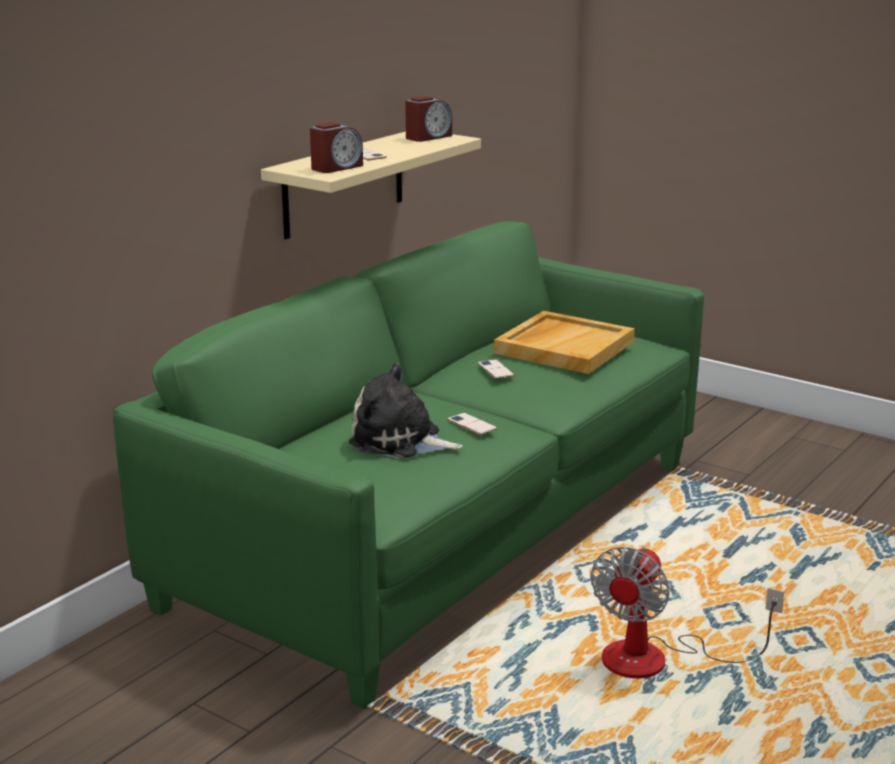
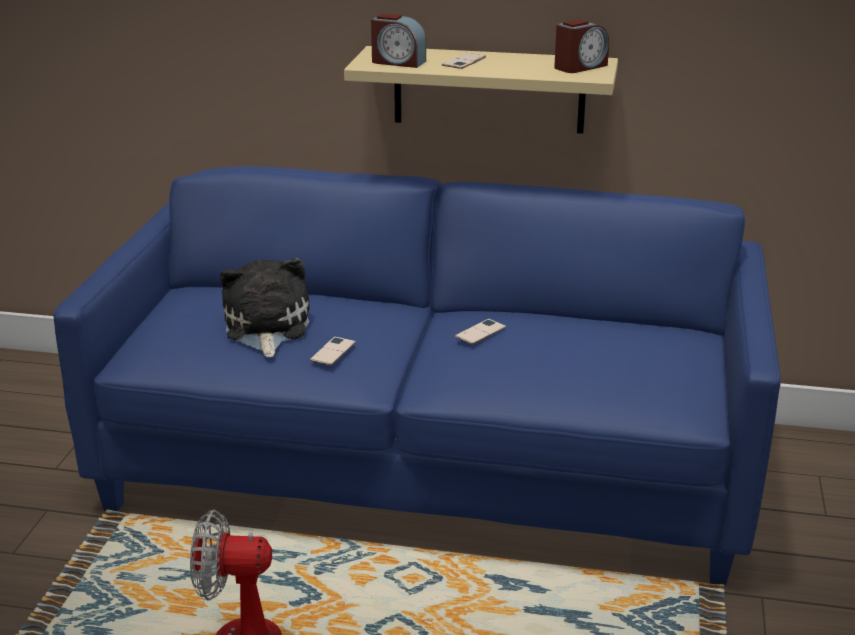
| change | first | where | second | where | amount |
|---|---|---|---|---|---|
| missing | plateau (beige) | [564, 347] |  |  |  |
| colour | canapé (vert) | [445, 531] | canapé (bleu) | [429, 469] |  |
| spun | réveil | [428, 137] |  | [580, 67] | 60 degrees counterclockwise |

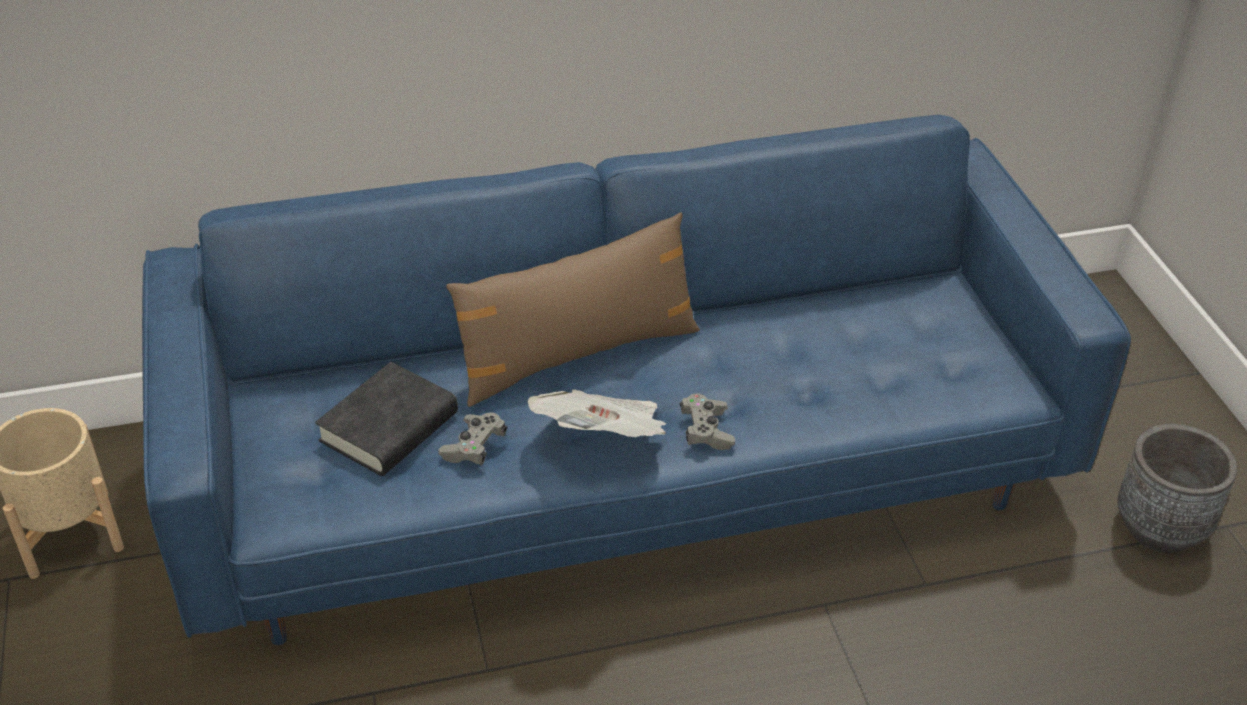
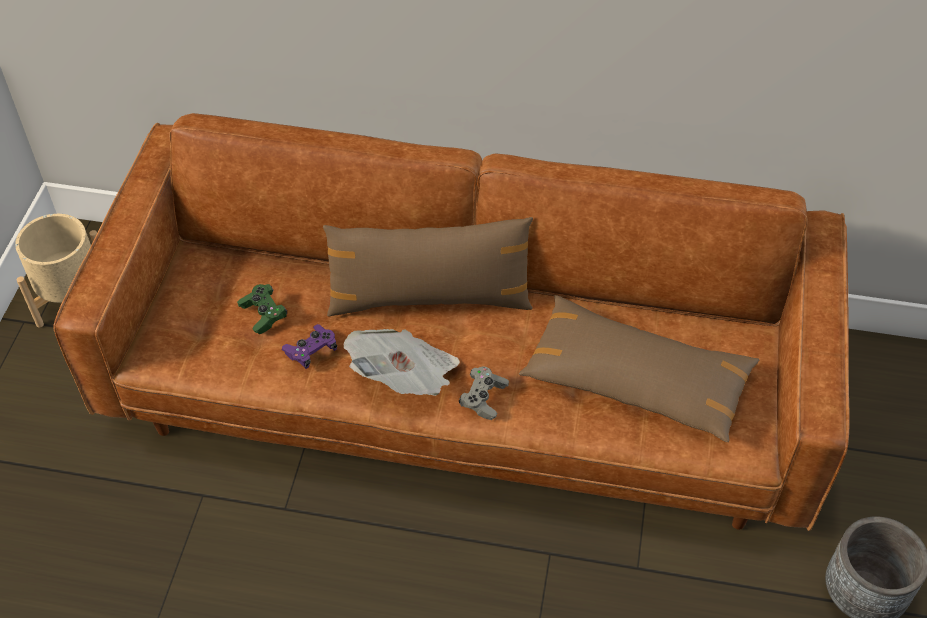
| change | first | where | second | where | amount |
|---|---|---|---|---|---|
| appeared |  |  | coussin (marron) | [636, 381] |  |
| exchanged | livre (noir) | [389, 428] | manette (vert) | [263, 314] |  |
| colour | canapé (bleu) | [622, 471] | canapé (marron) | [463, 388] |  |
| colour | manette (gris) | [474, 447] | manette (violet) | [311, 351] |  |

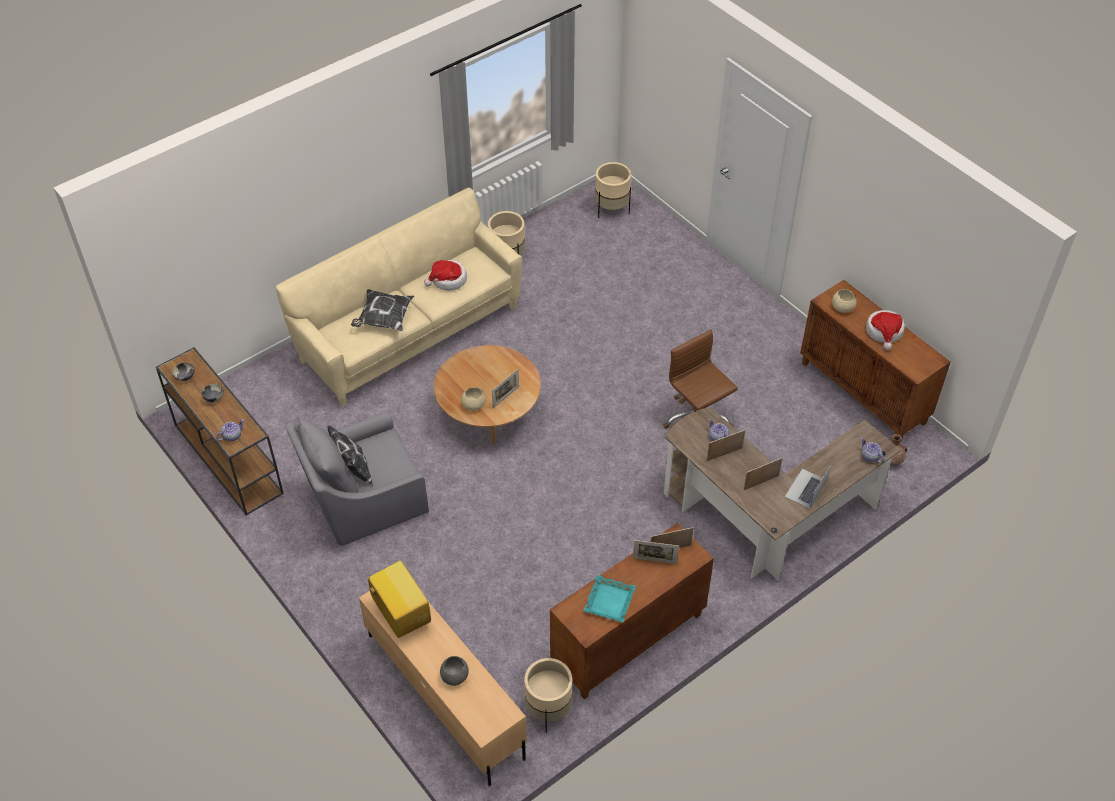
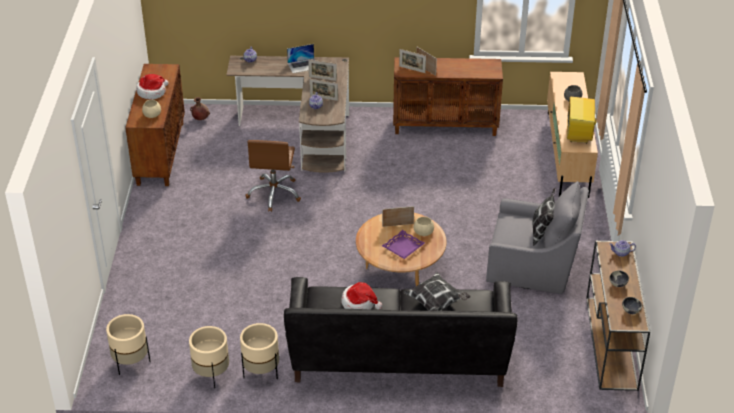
| change | first | where | second | where | amount |
|---|---|---|---|---|---|
| missing | plateau (turquoise) | [610, 601] |  |  |  |
| appeared |  |  | plateau (violet) | [403, 247] |  |
| relocated | cache-pot (beige) | [548, 710] |  | [211, 374] |  |
| colour | canapé (beige) | [409, 333] | canapé (noir) | [399, 357] |  |

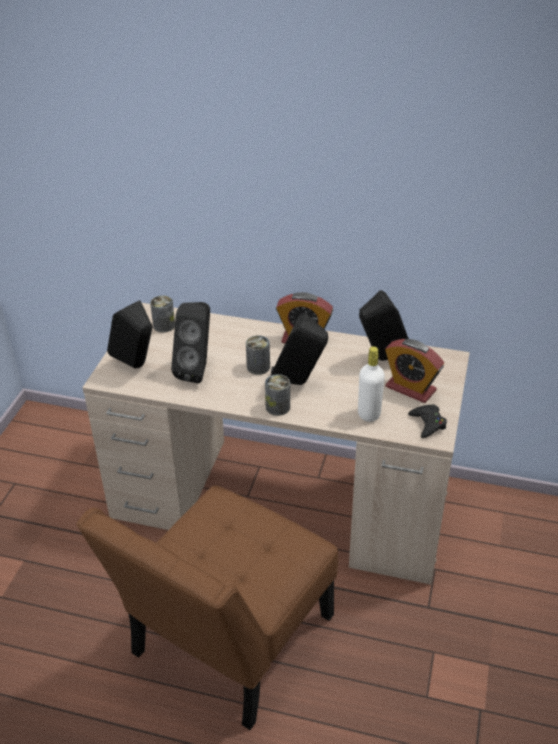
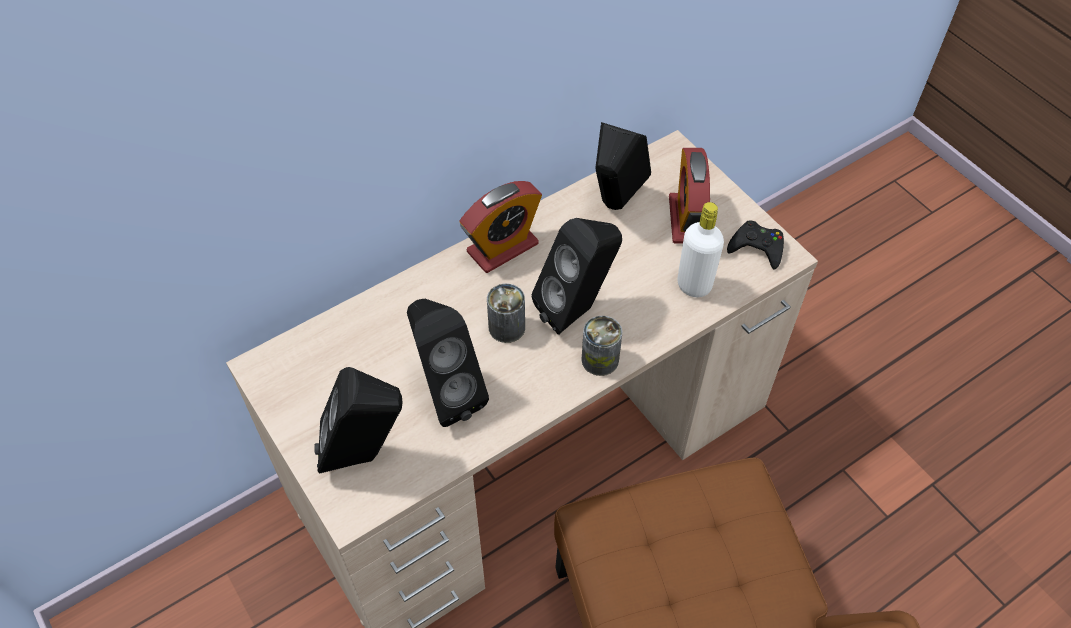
| change | first | where | second | where | amount |
|---|---|---|---|---|---|
| missing | boîte métallique | [164, 325] |  |  |  |
| spun | réveil | [410, 388] |  | [688, 220] | 105 degrees clockwise |

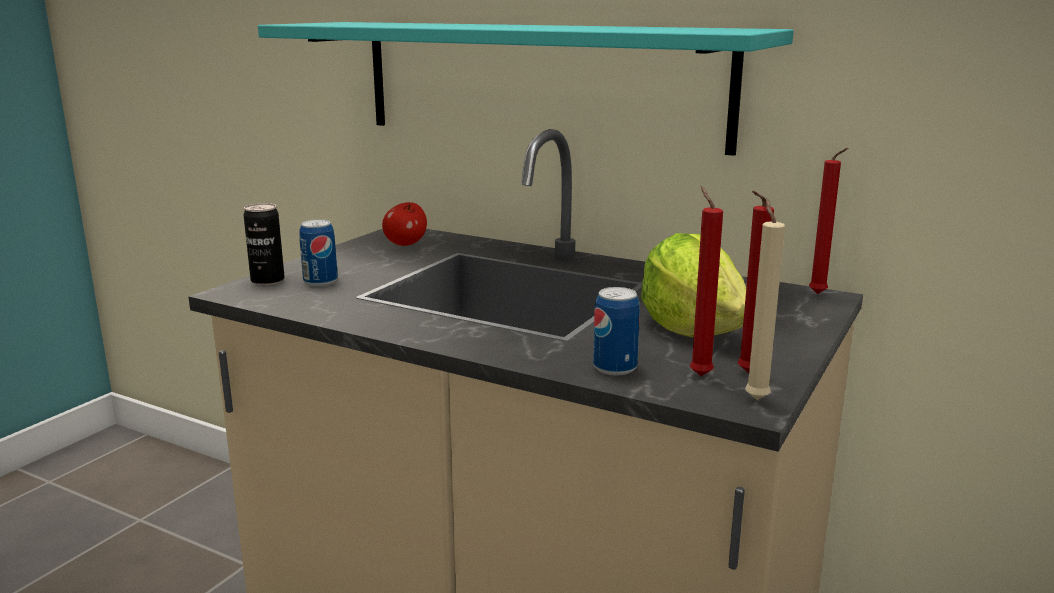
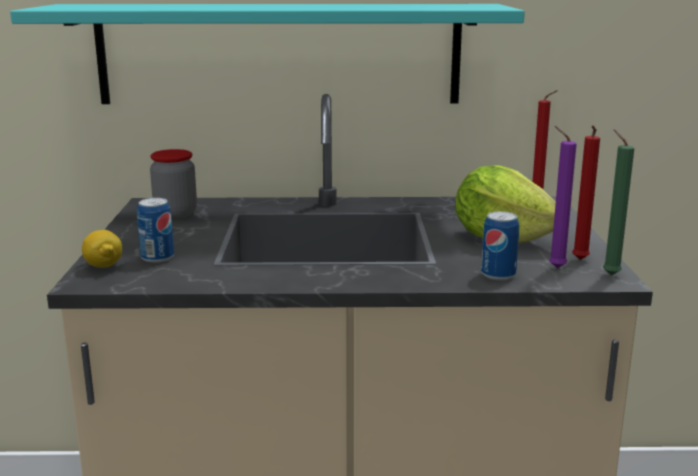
| change | first | where | second | where | amount |
|---|---|---|---|---|---|
| exchanged | boîte métallique | [267, 280] | citron | [103, 266] |  |
| exchanged | pomme | [405, 244] | bocal | [175, 213] |  |
| colour | bougie (rouge) | [698, 374] | bougie (violet) | [554, 267] |  |
| colour | bougie (beige) | [755, 398] | bougie (vert) | [608, 274] |  |

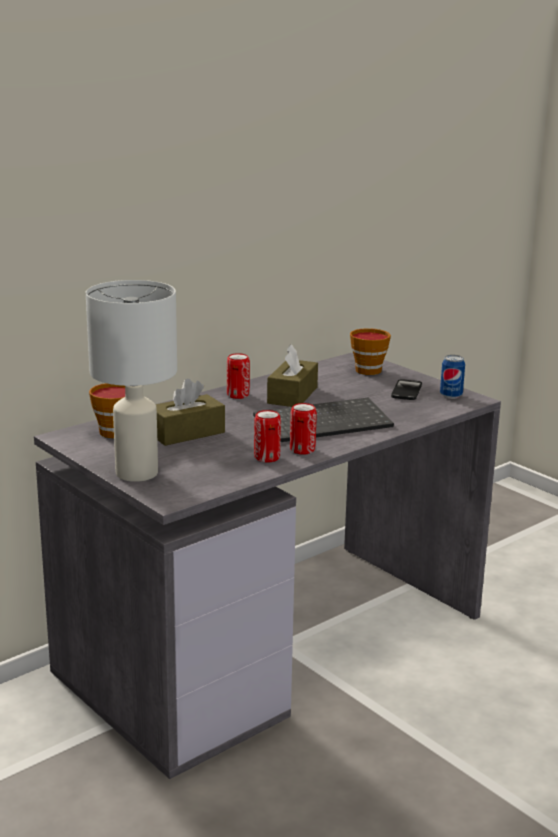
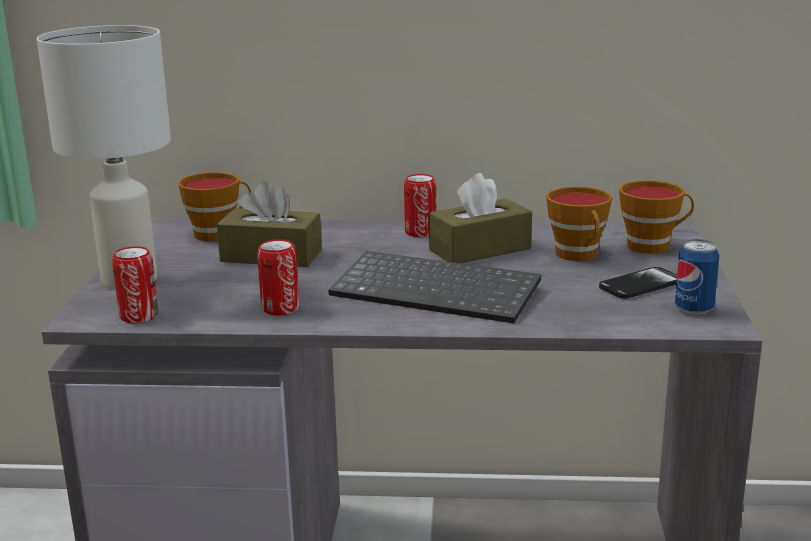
| change | first | where | second | where | amount |
|---|---|---|---|---|---|
| appeared |  |  | tasse | [579, 255] |  |
| relocated | boîte métallique | [302, 450] |  | [139, 316] |  |

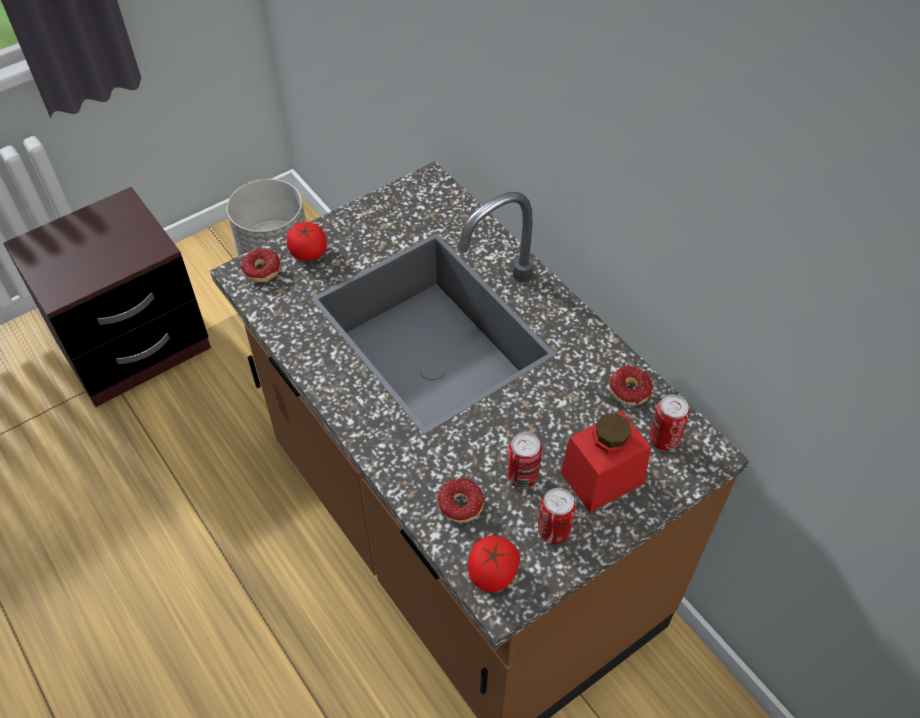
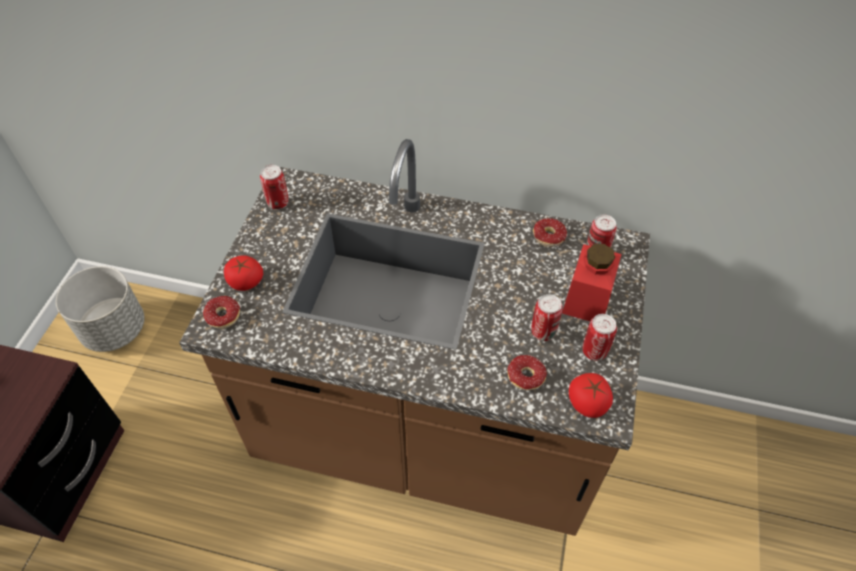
| change | first | where | second | where | amount |
|---|---|---|---|---|---|
| appeared |  |  | boîte métallique | [278, 202] |  |

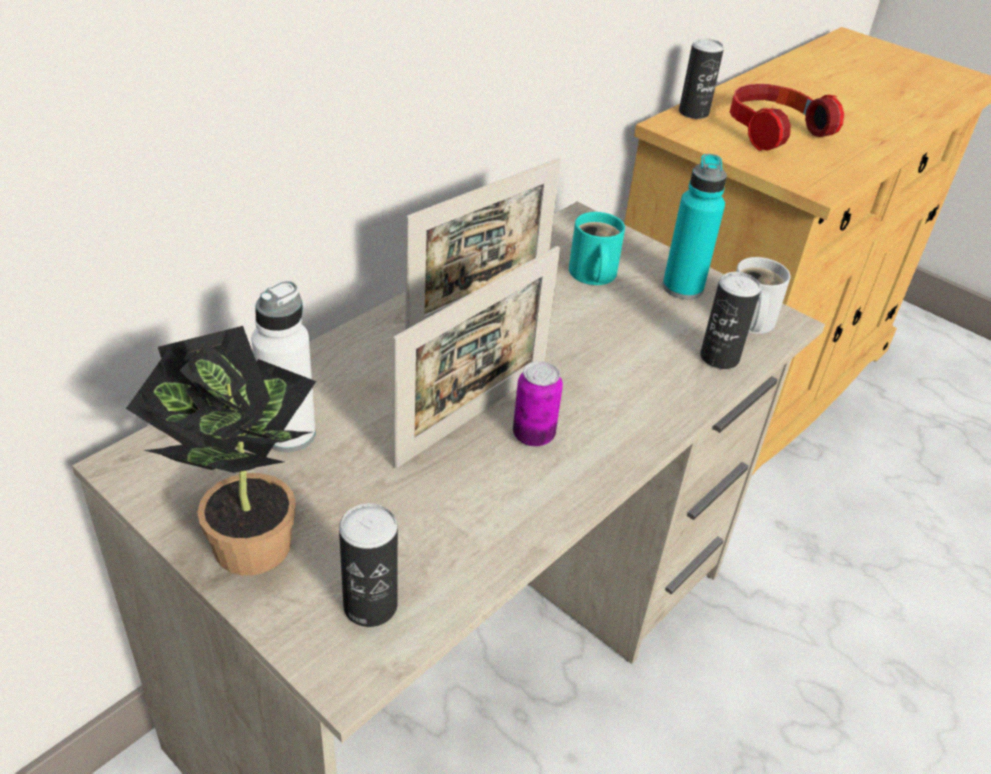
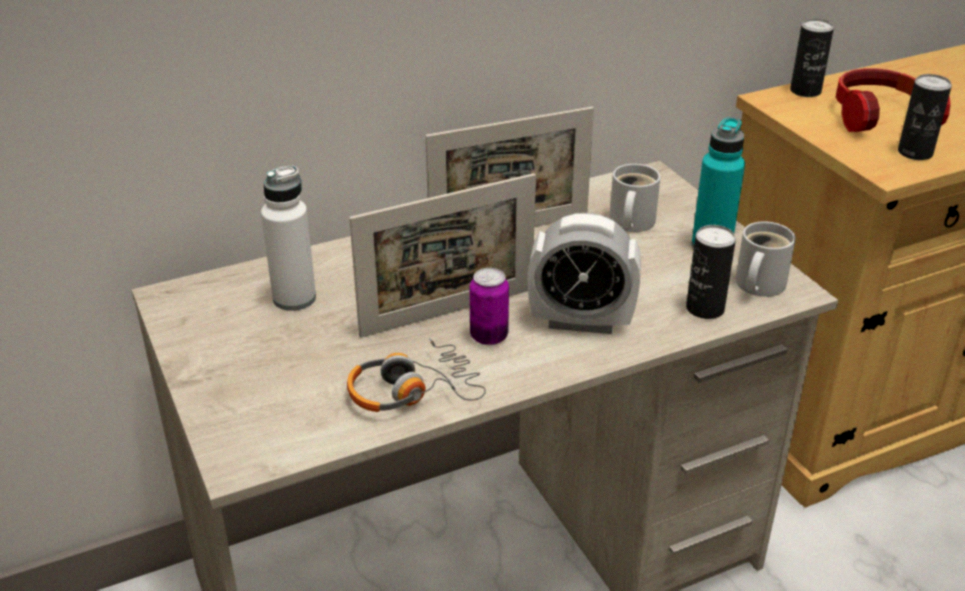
| change | first | where | second | where | amount |
|---|---|---|---|---|---|
| missing | plante en pot | [244, 539] |  |  |  |
| appeared |  |  | casque audio | [413, 391] |  |
| appeared |  |  | réveil | [581, 321] |  |
| relocated | boîte métallique | [370, 605] |  | [915, 153] |  |
| colour | mug (turquoise) | [591, 274] | mug (blanc) | [629, 222] |  |

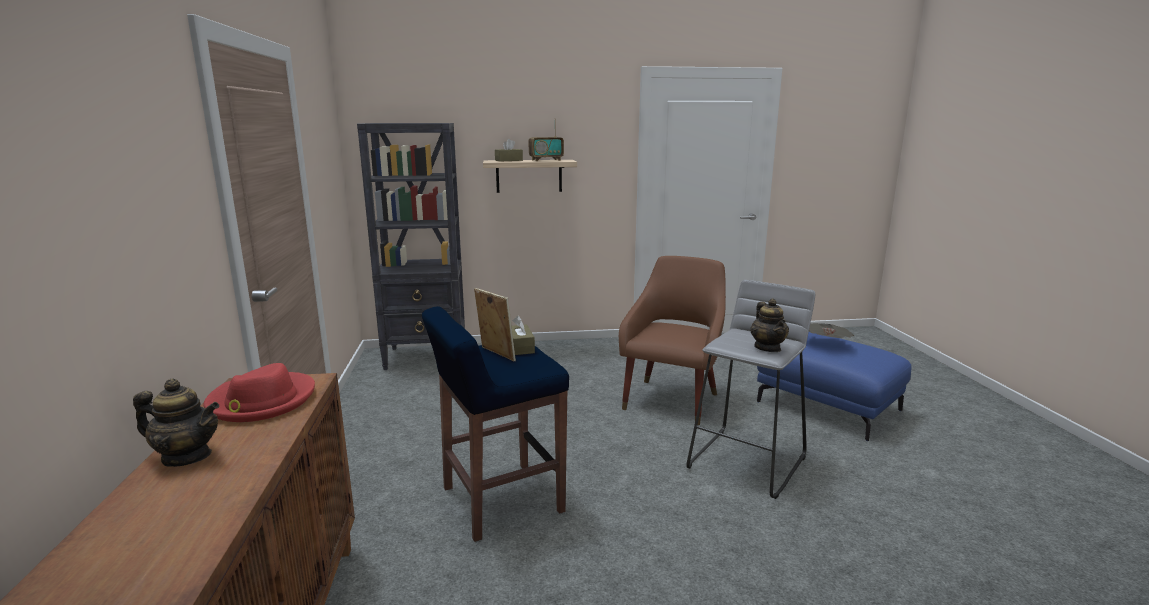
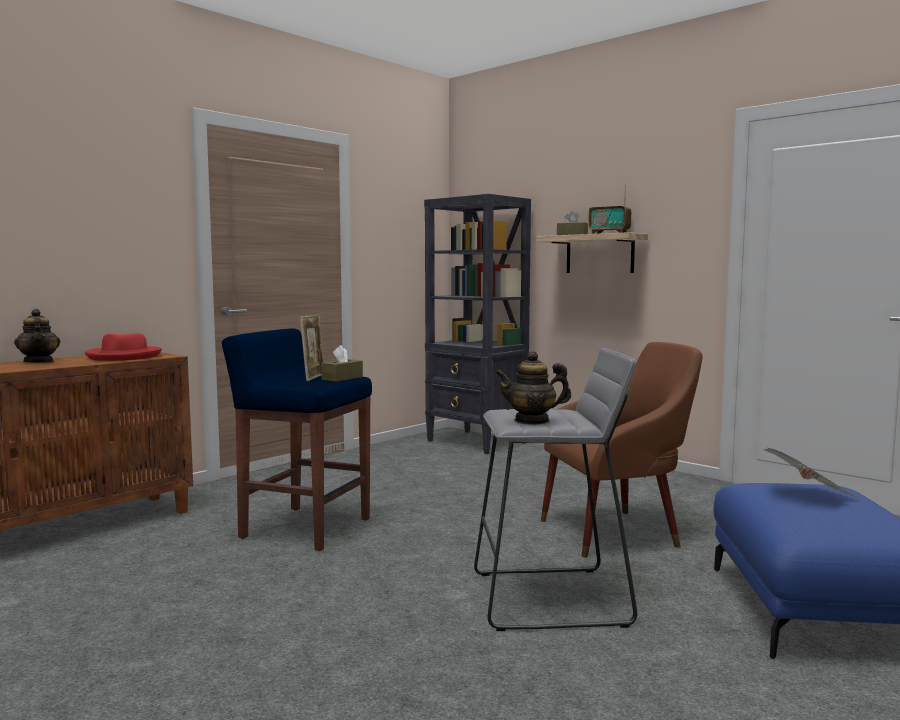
| change | first | where | second | where | amount |
|---|---|---|---|---|---|
| spun | théière | [767, 348] |  | [532, 421] | 45 degrees clockwise |

